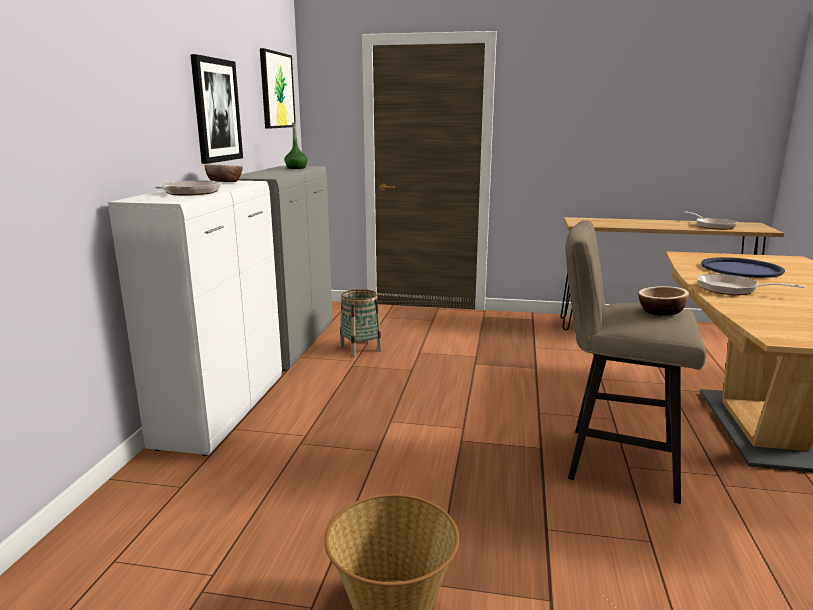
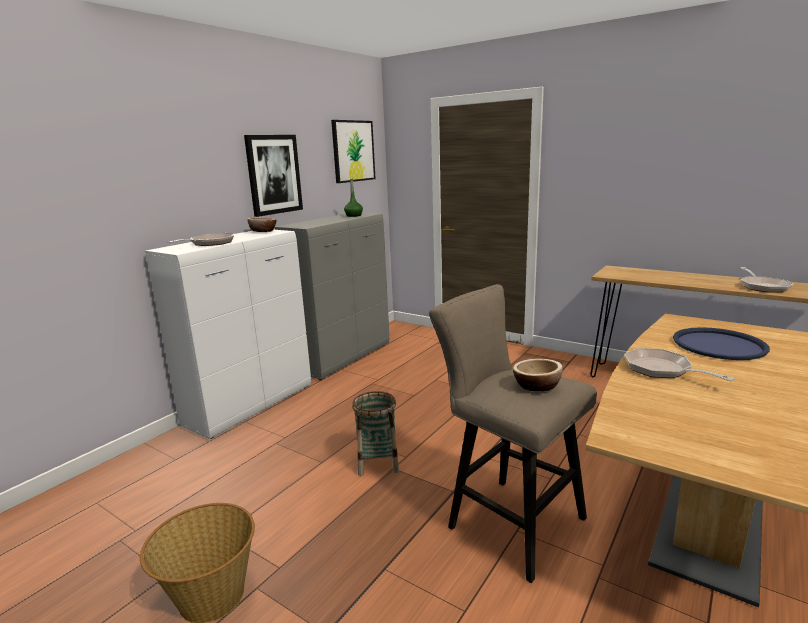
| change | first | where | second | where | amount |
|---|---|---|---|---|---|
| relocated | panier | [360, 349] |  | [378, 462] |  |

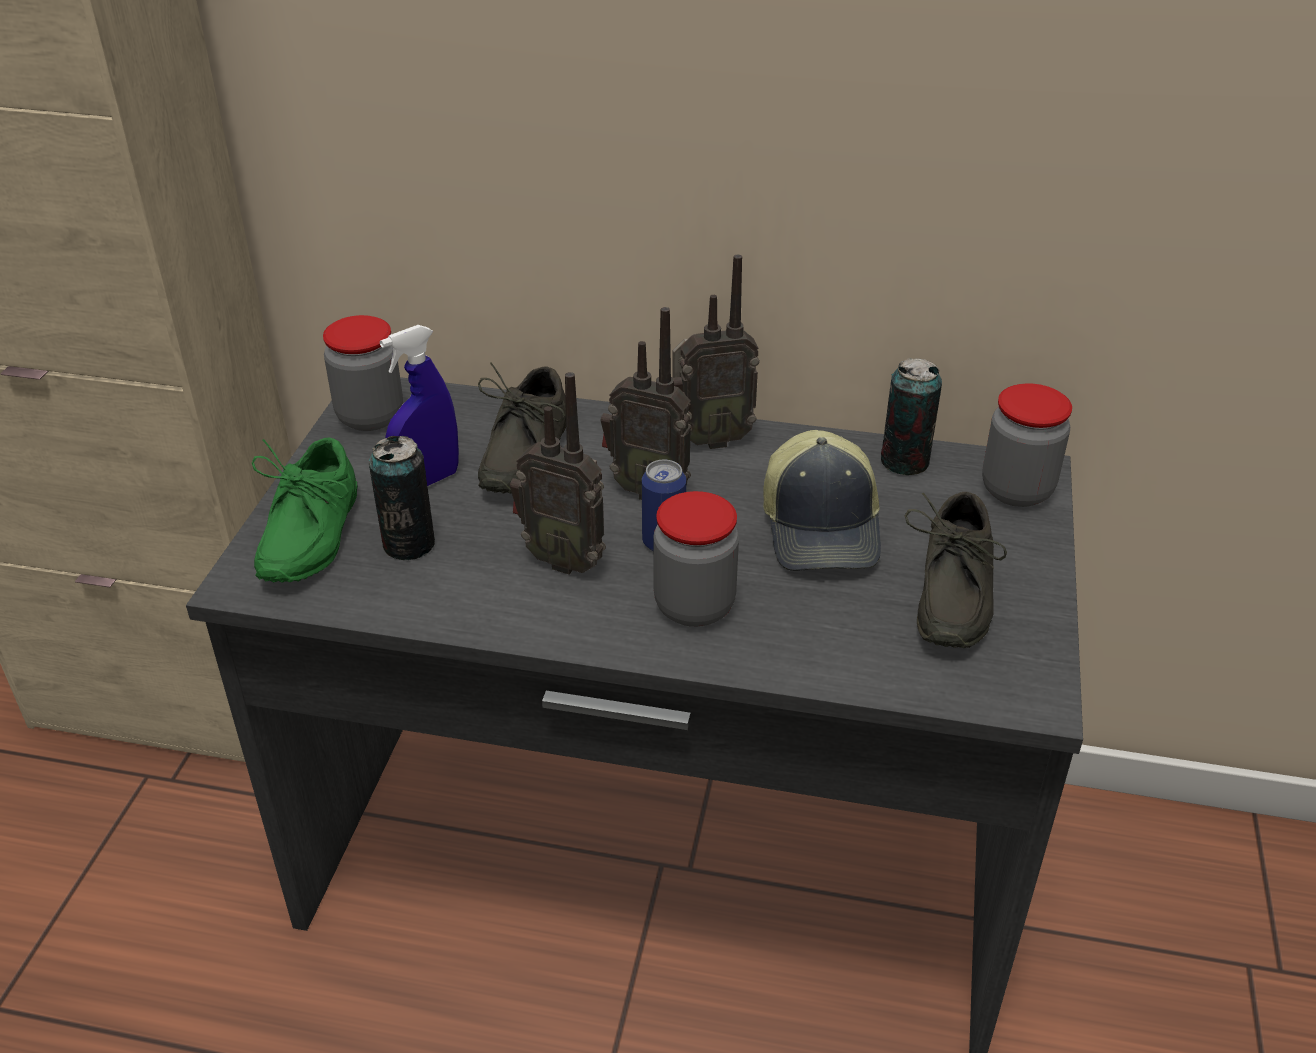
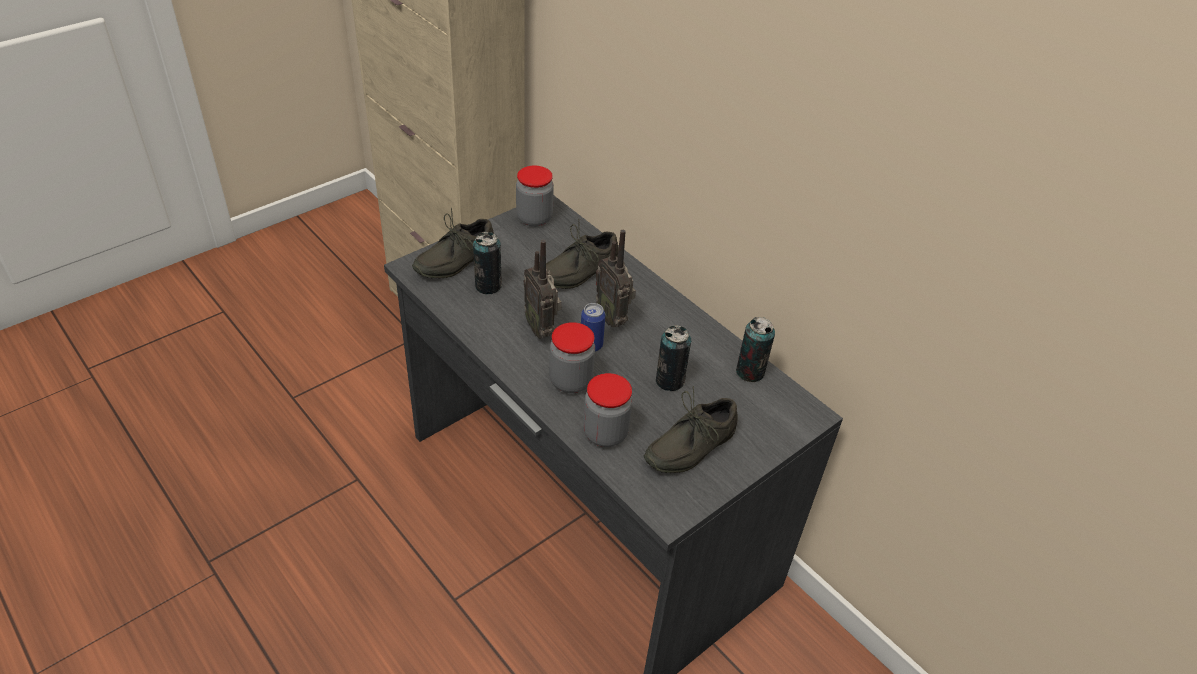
| change | first | where | second | where | amount |
|---|---|---|---|---|---|
| missing | vaporisateur (bleu) | [427, 481] |  |  |  |
| missing | radio | [709, 439] |  |  |  |
| relocated | bocal | [1016, 490] |  | [605, 433] |  |
| exchanged | casquette | [823, 528] | boîte métallique | [669, 381] |  |
| colour | chaussure (vert) | [304, 536] | chaussure (gris) | [453, 259] |  |

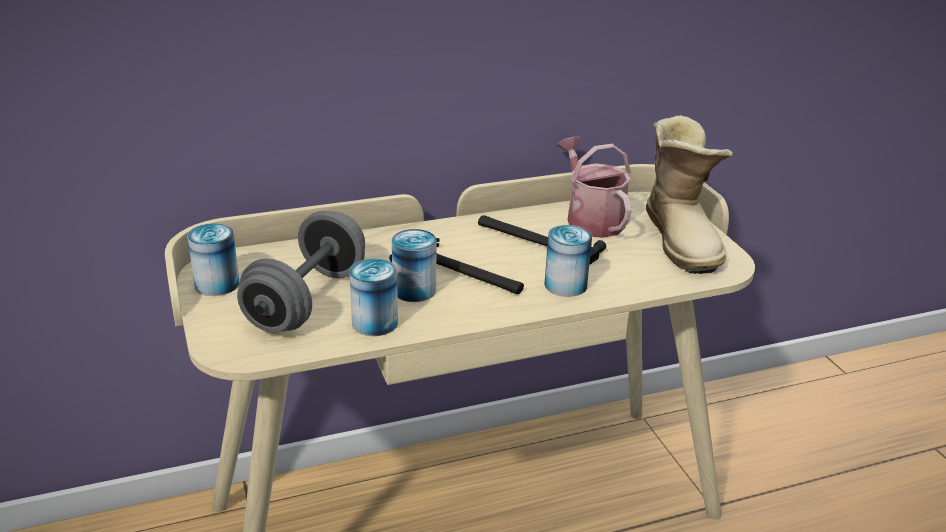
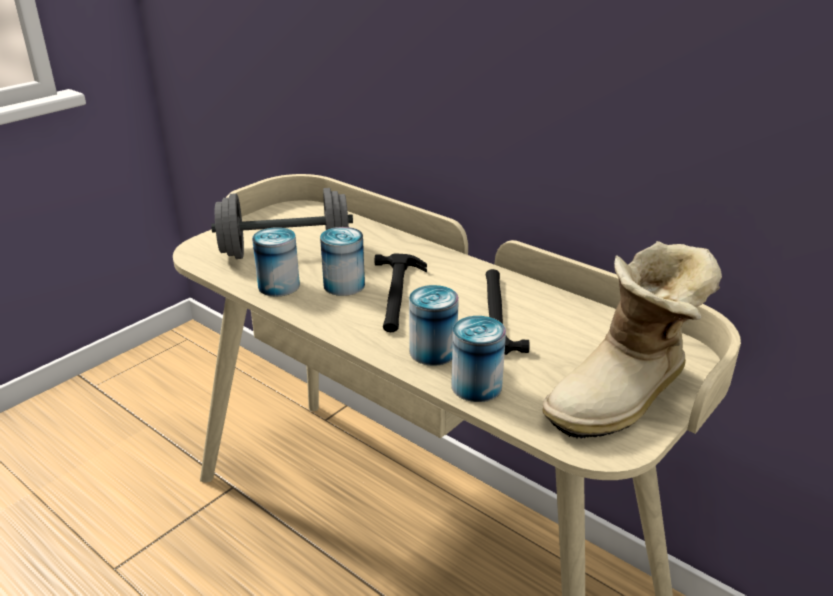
| change | first | where | second | where | amount |
|---|---|---|---|---|---|
| missing | arrosoir | [591, 219] |  |  |  |
| relocated | boîte métallique | [217, 284] |  | [476, 386] |  |

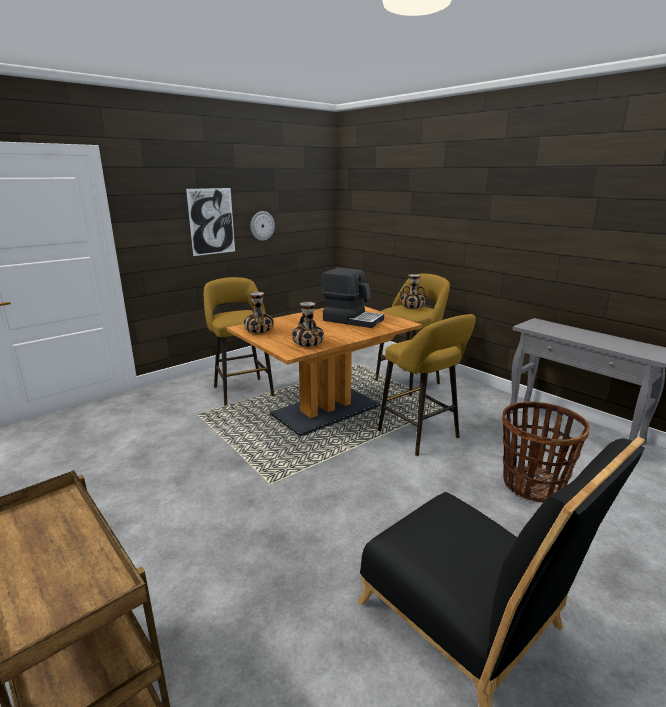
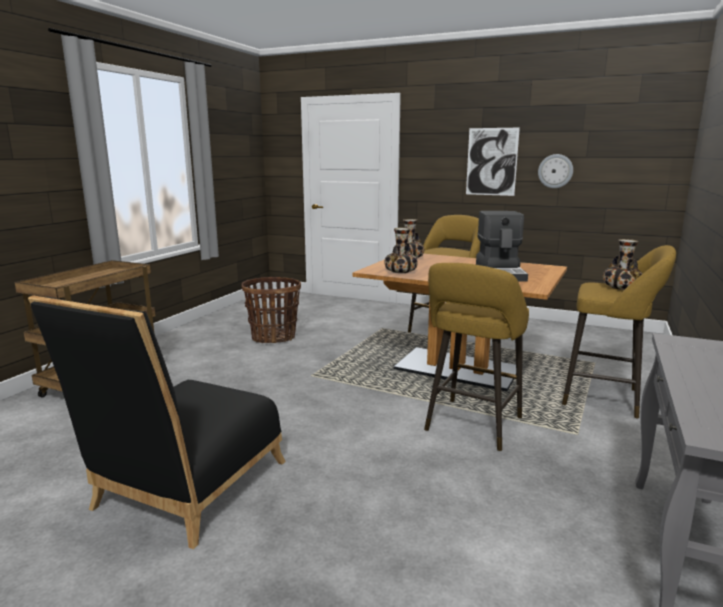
| change | first | where | second | where | amount |
|---|---|---|---|---|---|
| relocated | panier | [532, 485] |  | [273, 337] |  |

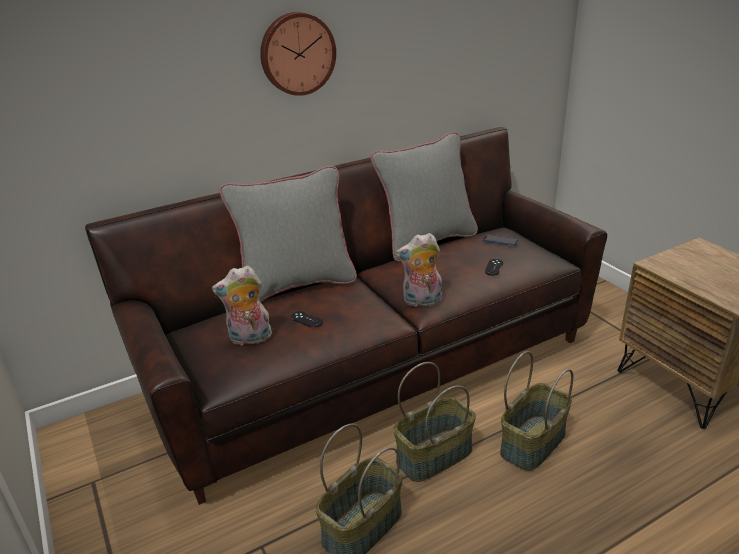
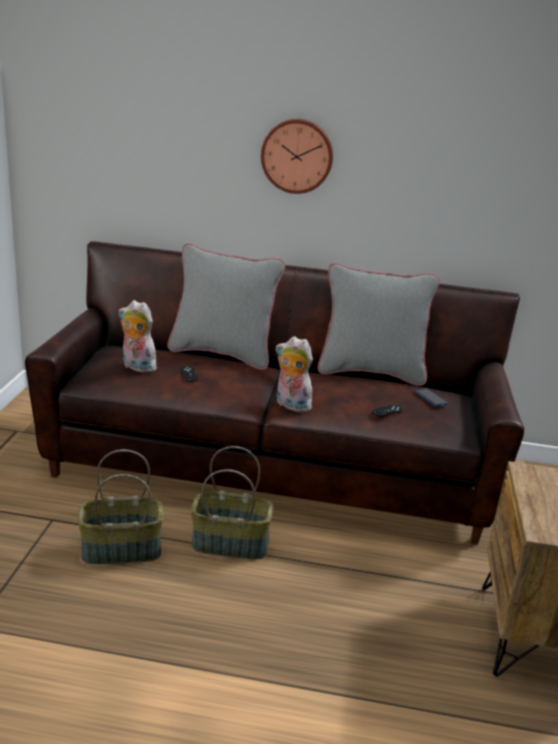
| change | first | where | second | where | amount |
|---|---|---|---|---|---|
| missing | panier | [532, 442] |  |  |  |

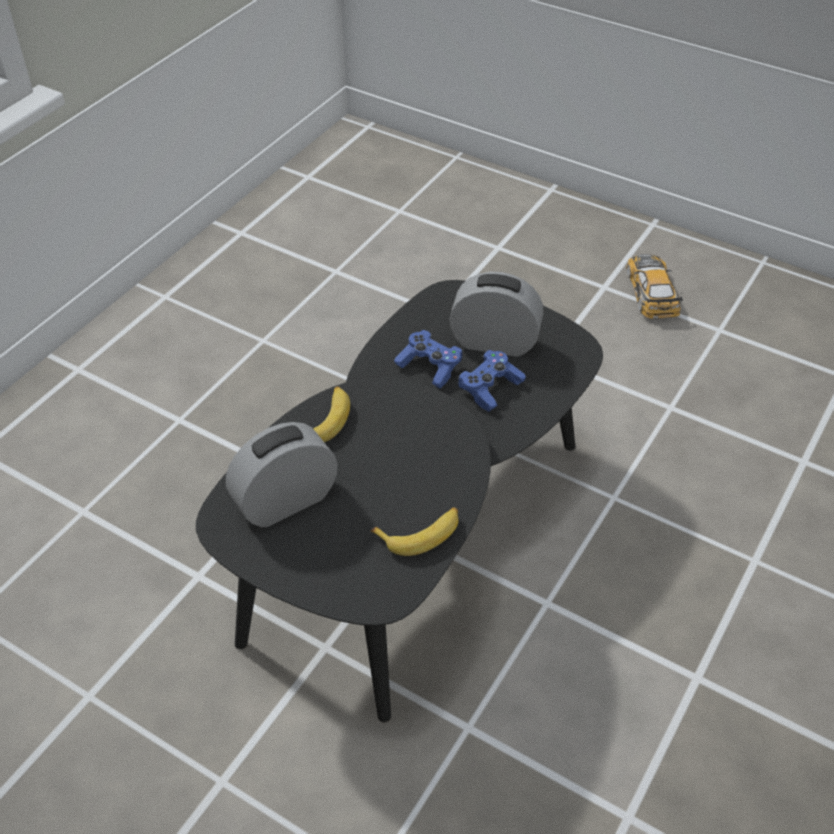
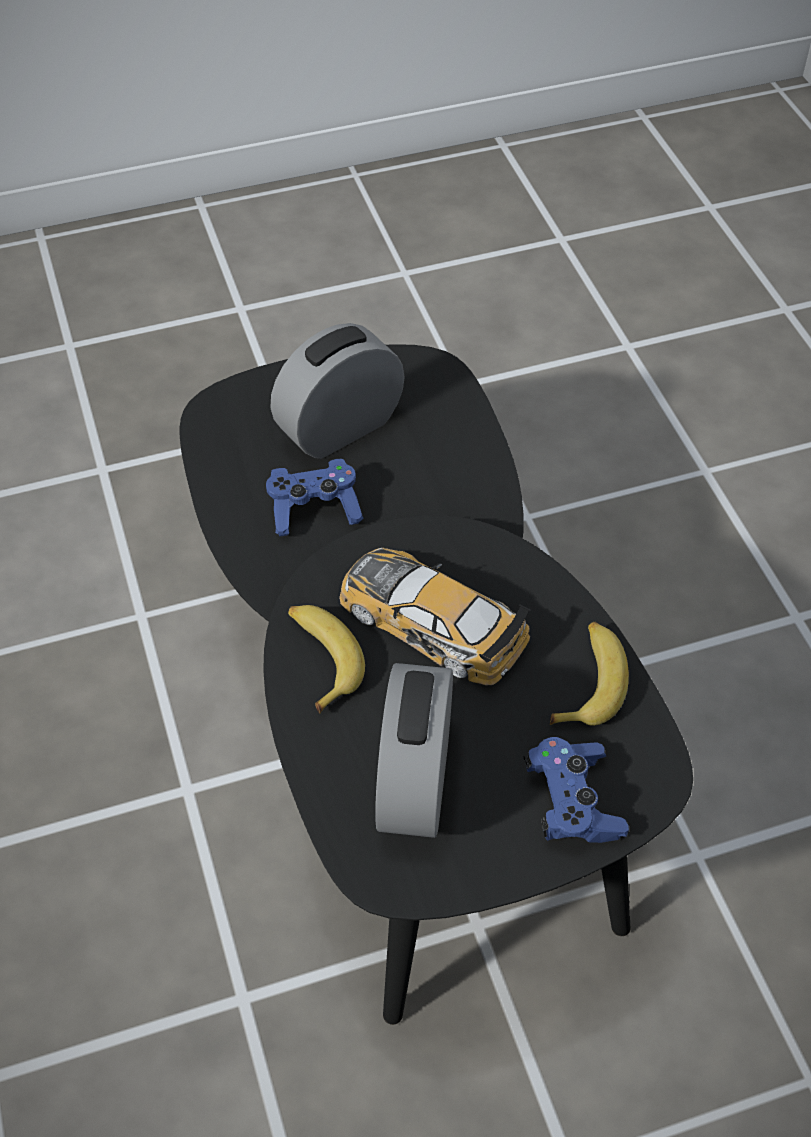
| change | first | where | second | where | amount |
|---|---|---|---|---|---|
| relocated | manette (bleu) | [490, 388] |  | [572, 802] |  |
| relocated | petite voiture | [651, 291] |  | [430, 621] |  |

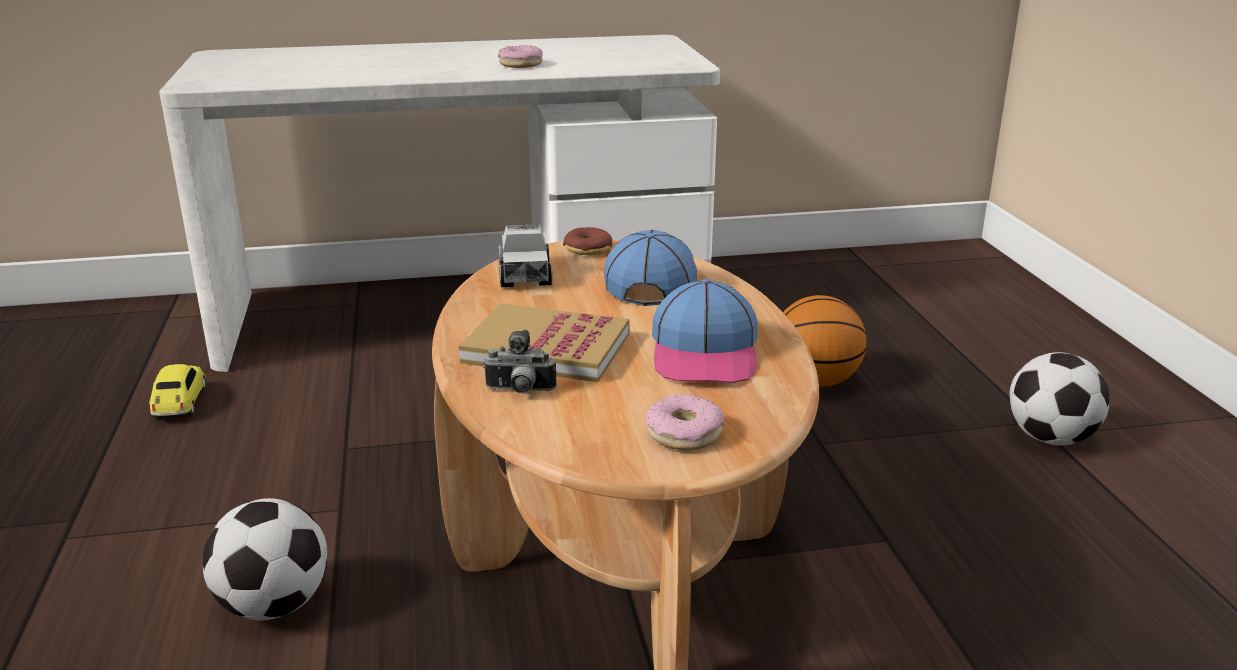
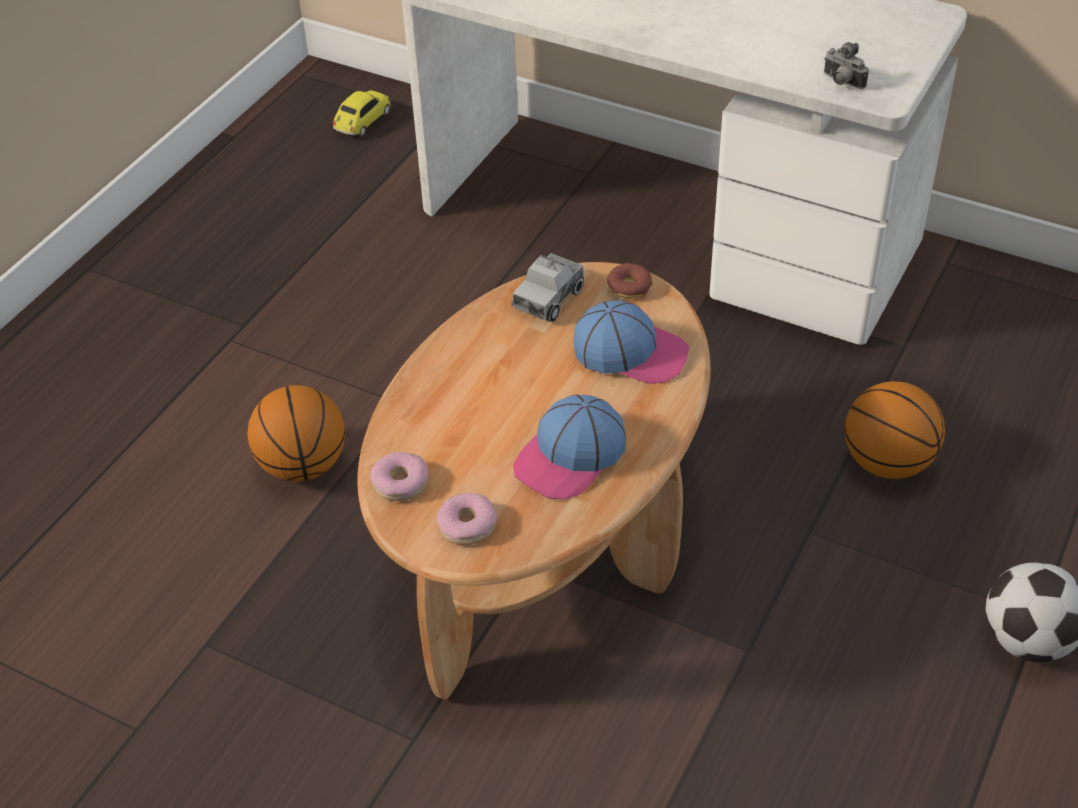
| change | first | where | second | where | amount |
|---|---|---|---|---|---|
| missing | livre | [547, 348] |  |  |  |
| relocated | petite voiture | [180, 403] |  | [362, 122] |  |
| relocated | appareil photo | [520, 391] |  | [841, 82] |  |
| relocated | beignet | [520, 64] |  | [400, 482] |  |
| exchanged | ballon de foot | [274, 605] | ballon de basket | [303, 465] |  |
| spun | casquette | [651, 280] |  | [631, 352] | 60 degrees clockwise |

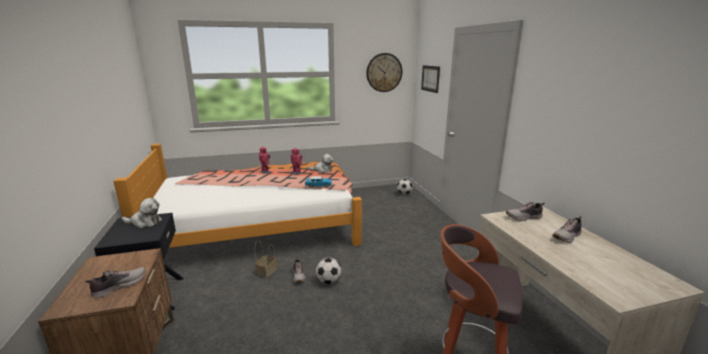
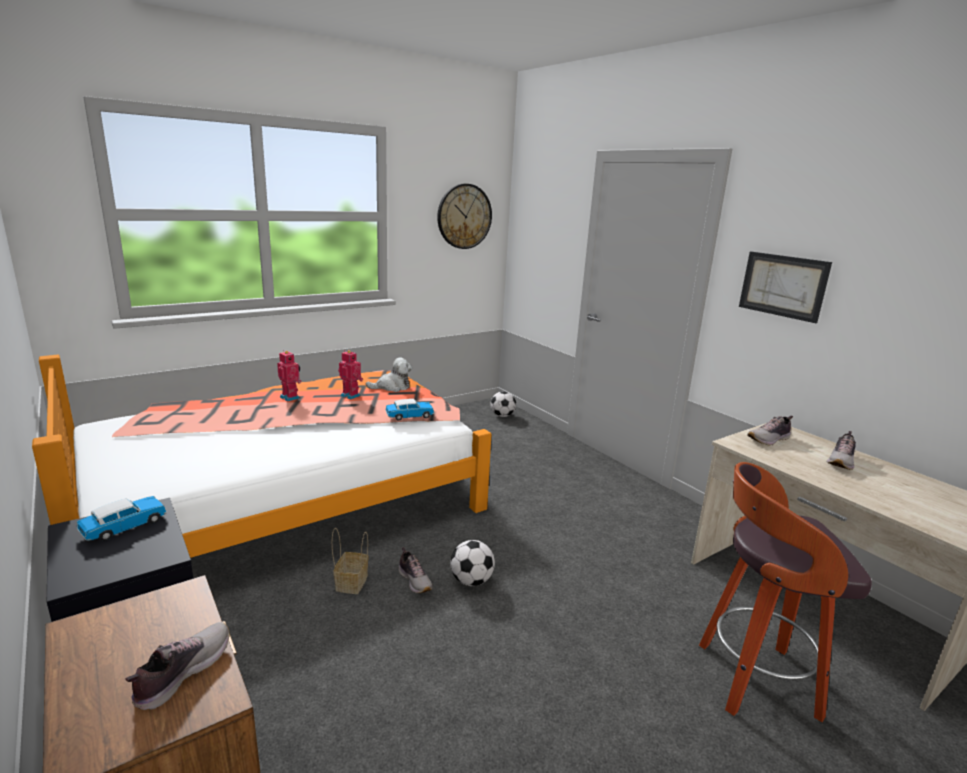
| change | first | where | second | where | amount |
|---|---|---|---|---|---|
| relocated | tableau | [430, 78] |  | [783, 285] |  |
| exchanged | peluche | [145, 222] | petite voiture | [125, 526] |  |

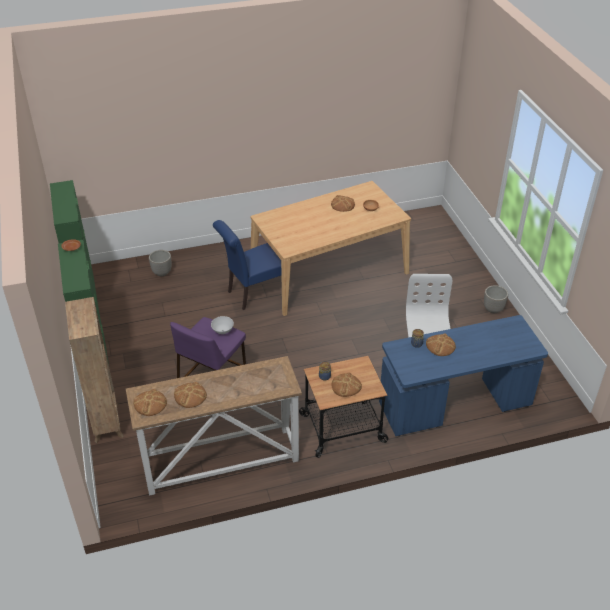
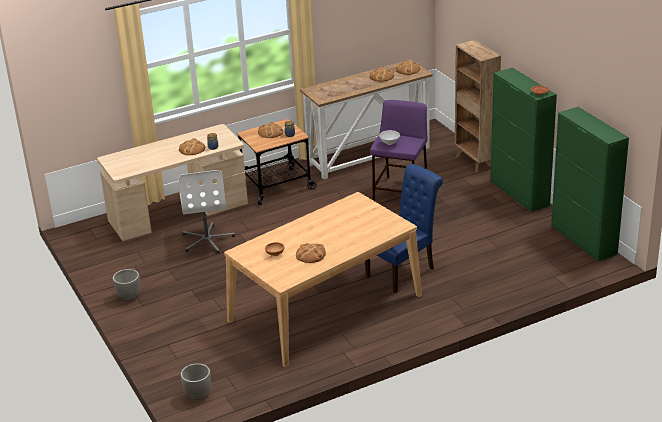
| change | first | where | second | where | amount |
|---|---|---|---|---|---|
| relocated | cache-pot | [162, 273] |  | [198, 394] |  |
| colour | bureau (bleu) | [455, 405] | bureau (beige) | [178, 214] |  |

